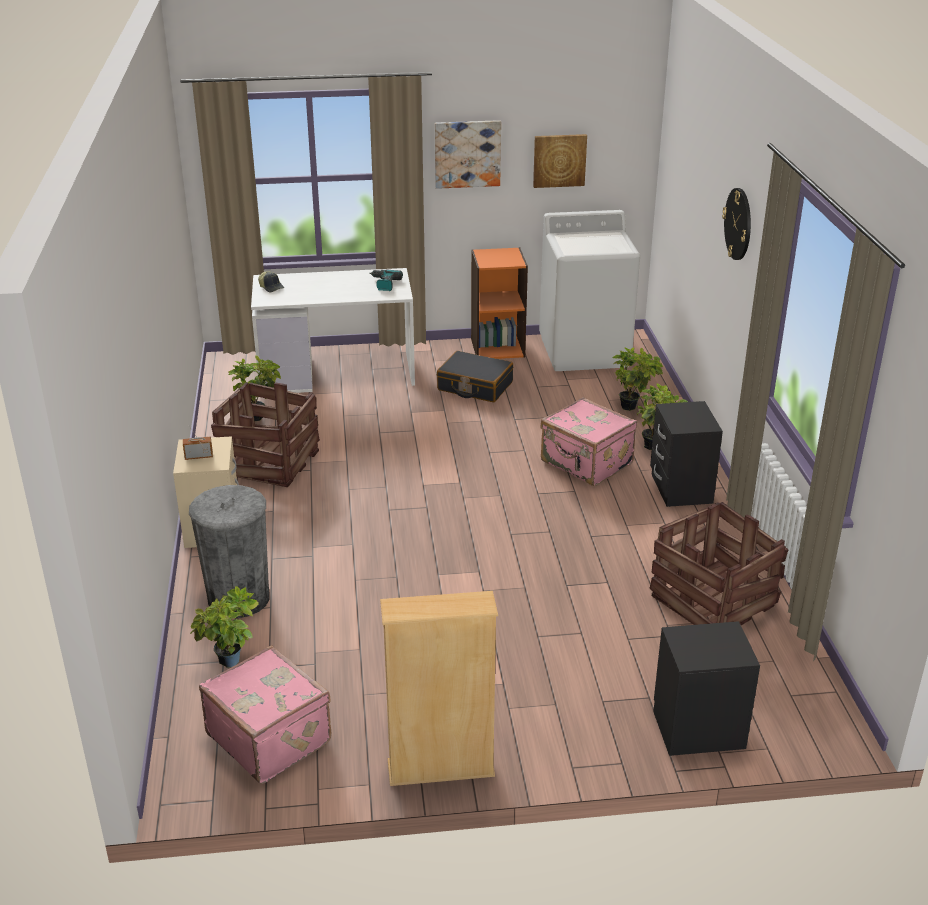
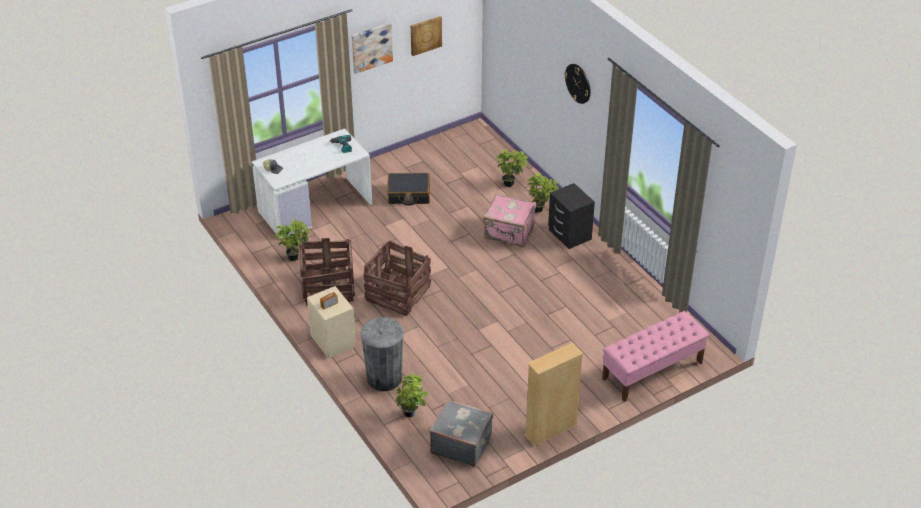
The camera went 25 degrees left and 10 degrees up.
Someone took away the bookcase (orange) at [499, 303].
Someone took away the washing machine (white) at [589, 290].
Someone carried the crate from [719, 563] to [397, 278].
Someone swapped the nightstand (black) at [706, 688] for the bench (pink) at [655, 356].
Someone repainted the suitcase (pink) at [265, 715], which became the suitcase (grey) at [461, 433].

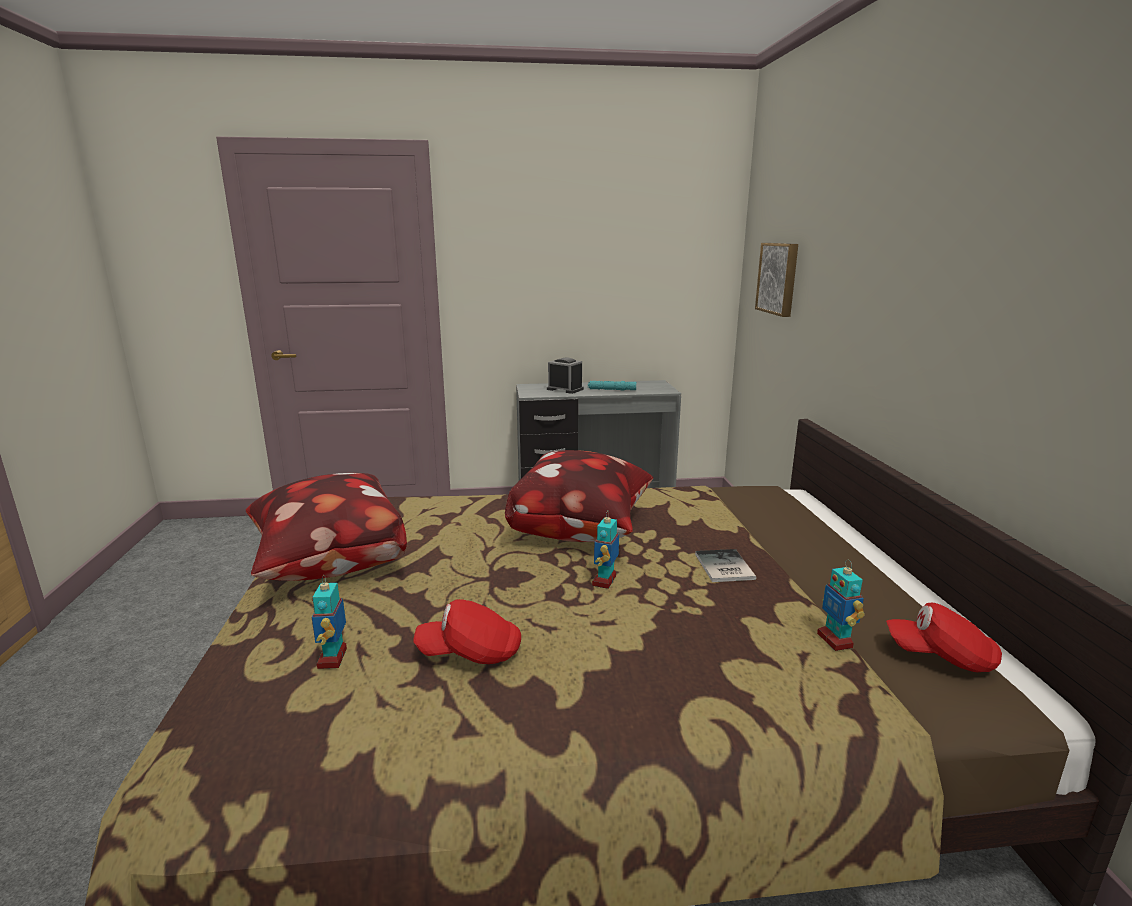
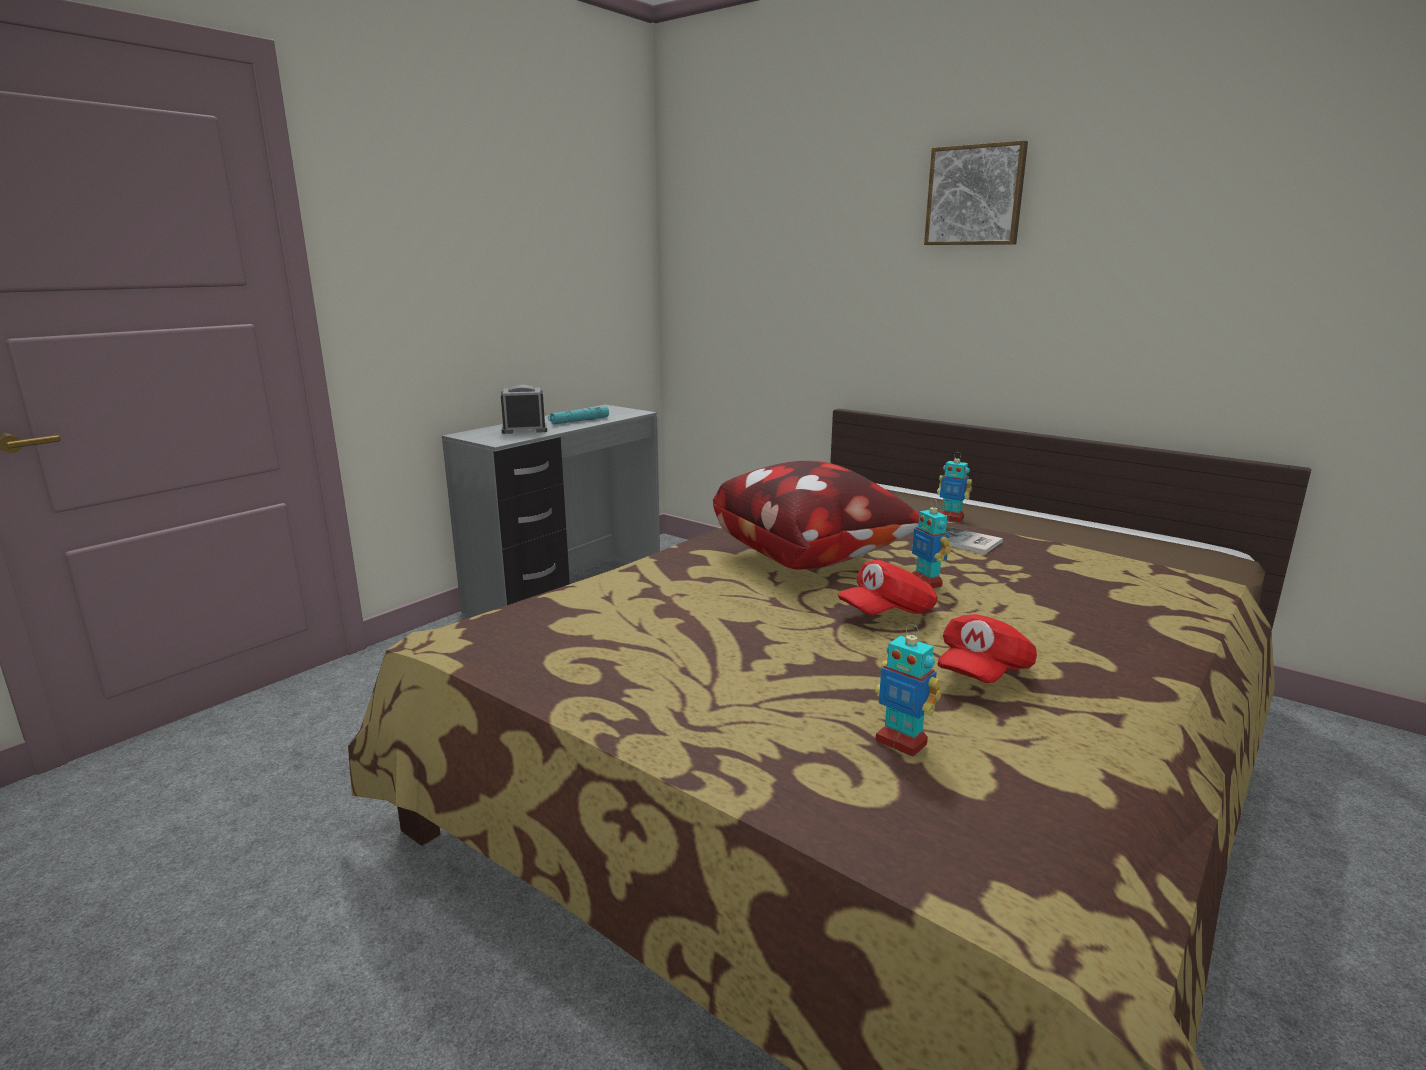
The camera went 45 degrees left and 0 degrees up.
Someone took away the pillow at [326, 527].
Someone carried the picture from [776, 280] to [976, 192].
Someone carried the toy robot from [841, 605] to [954, 487].
Someone carried the cap (red) from [944, 637] to [888, 587].

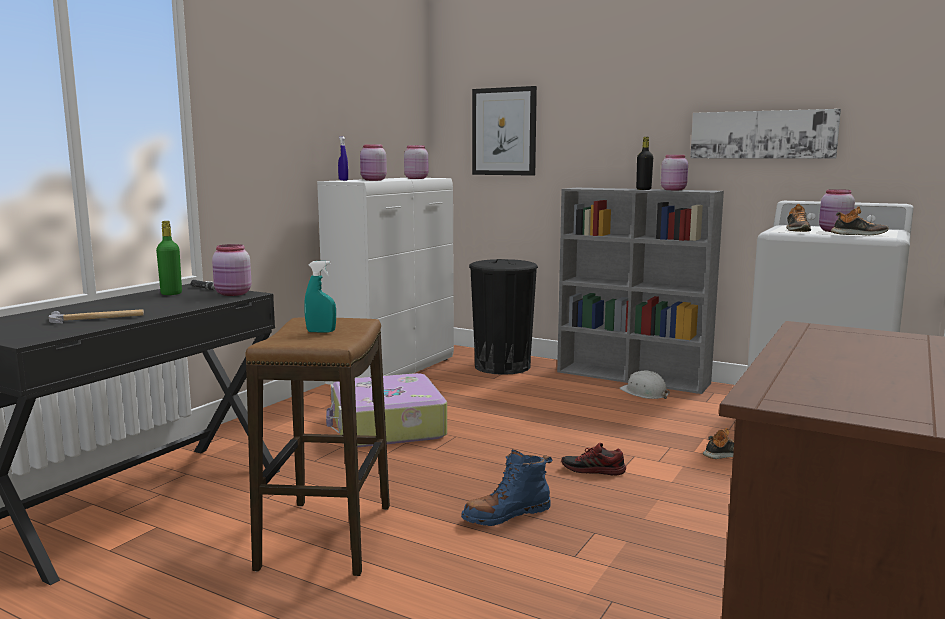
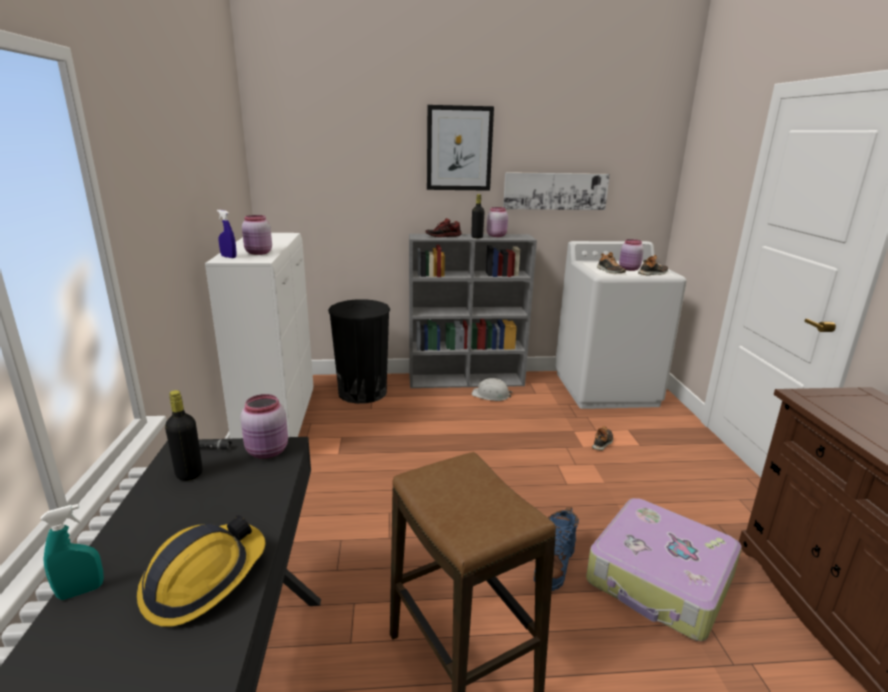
The camera went 35 degrees left and 10 degrees up.
Someone took away the jar (pink) at [416, 162].
Someone carried the spray bottle (turquoise) from [320, 297] to [72, 552].
Someone carried the suitcase from [386, 410] to [664, 569].
Someone carried the picture from [504, 131] to [460, 148].
Someone carried the shoe from [593, 459] to [443, 227].
Someone swapped the hammer at [96, 316] for the hard hat at [201, 571].
Someone repainted the bottle (green) at [169, 258], which became the bottle (black) at [184, 435].

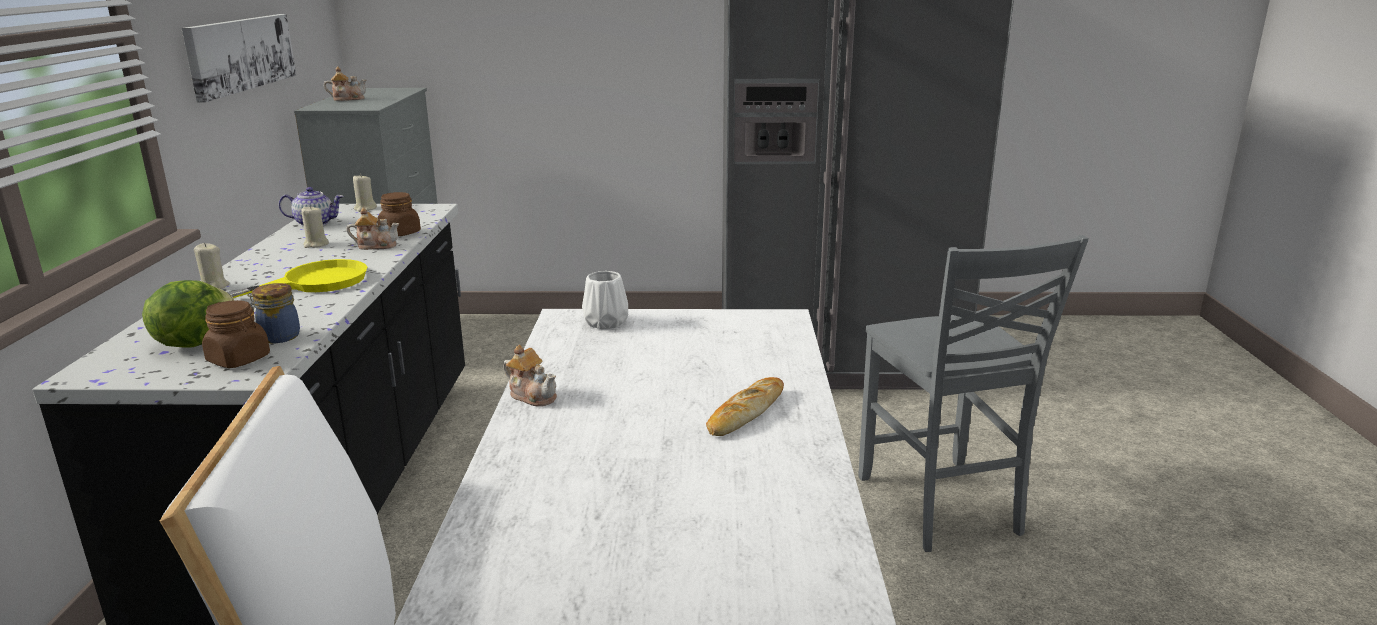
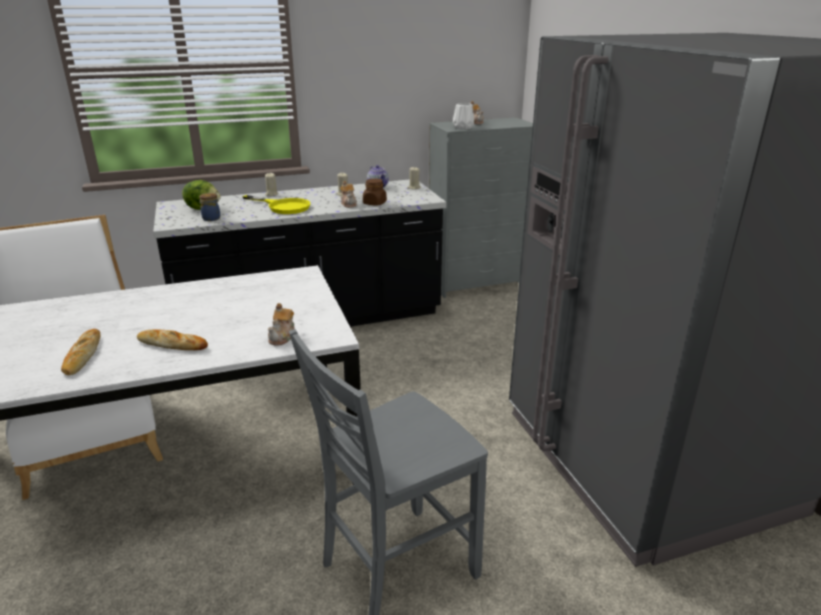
The camera went 70 degrees right and 5 degrees up.
Someone took away the picture at [238, 58].
Someone took away the jar (brown) at [236, 334].
Someone put down the bread at [80, 352].
Someone carried the teapot from [530, 376] to [281, 324].
Someone carried the vase (white) from [605, 300] to [463, 116].

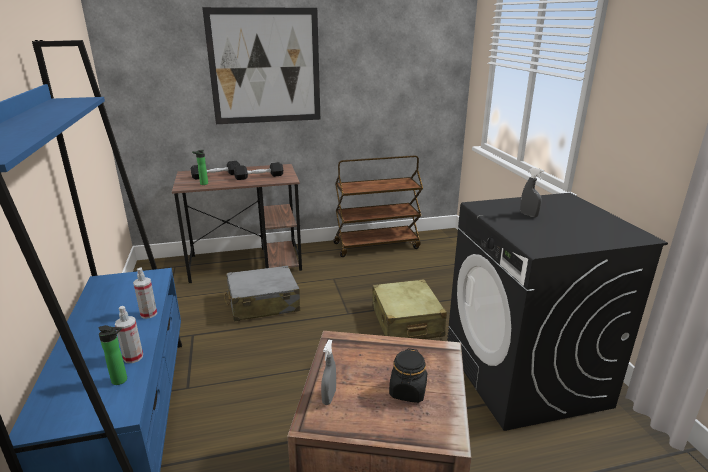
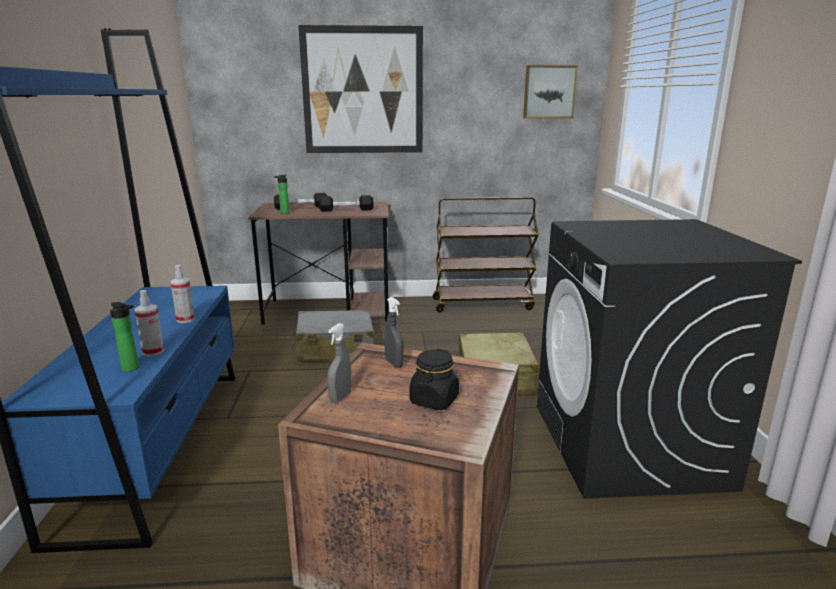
The camera went 10 degrees right and 5 degrees down.
Someone put up the picture at [550, 92].
Someone carried the spray bottle (grey) from [532, 192] to [394, 332].

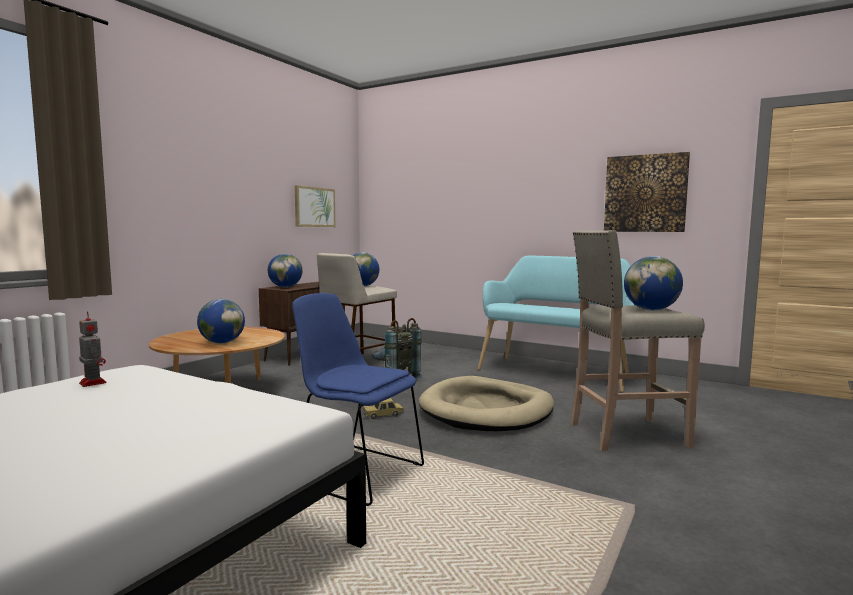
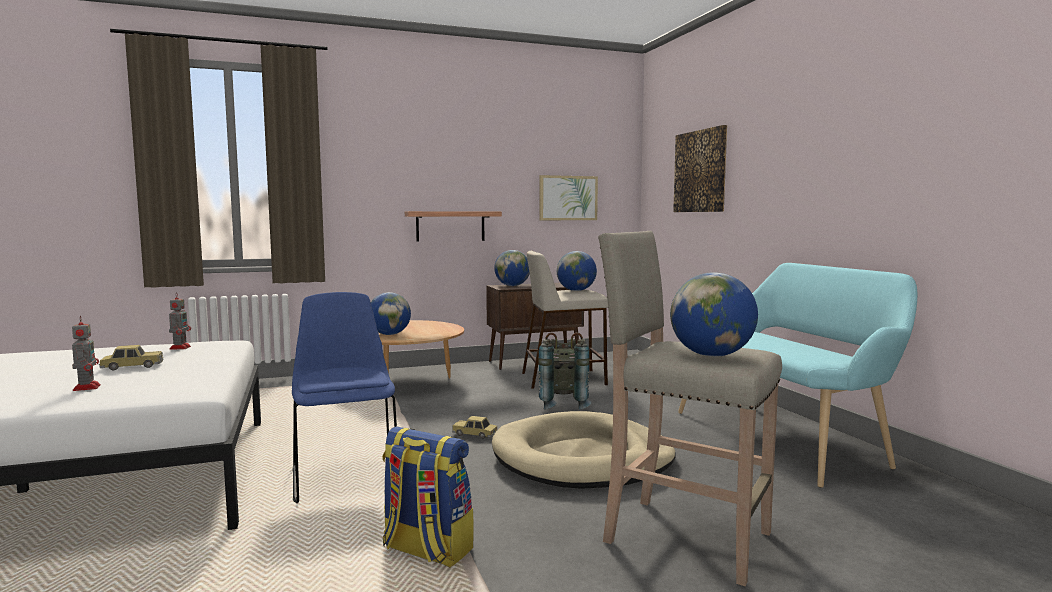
The camera went 40 degrees right and 0 degrees up.
Someone put down the toy robot at [86, 353].
Someone put down the toy car at [131, 357].
Someone put down the backpack at [427, 497].
Someone put up the shelf at [453, 226].
Someone carried the picture from [647, 192] to [700, 168].

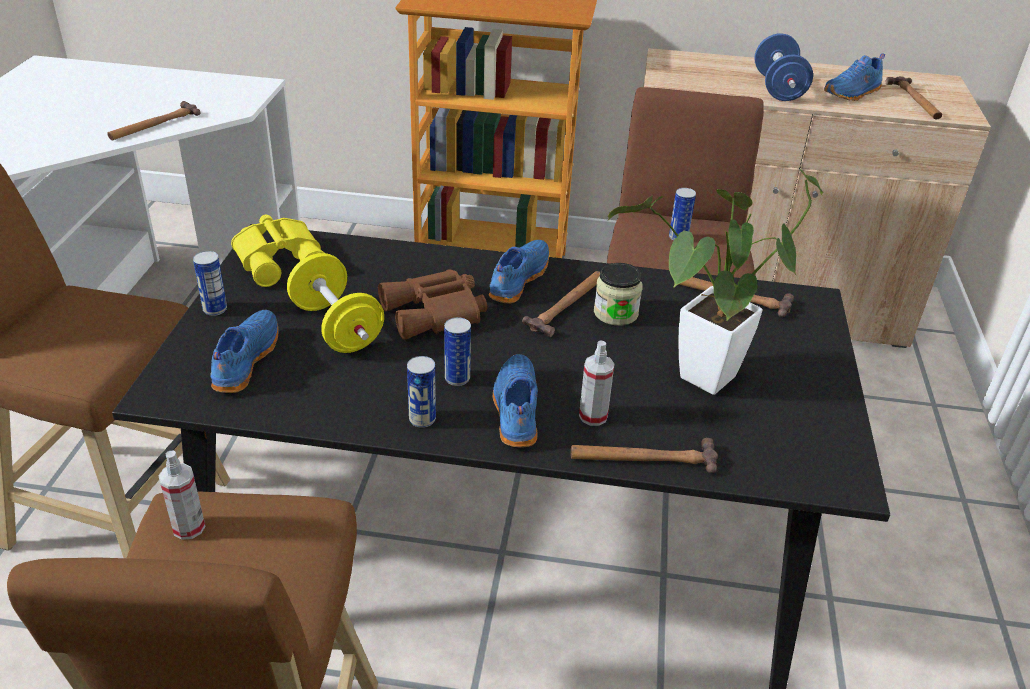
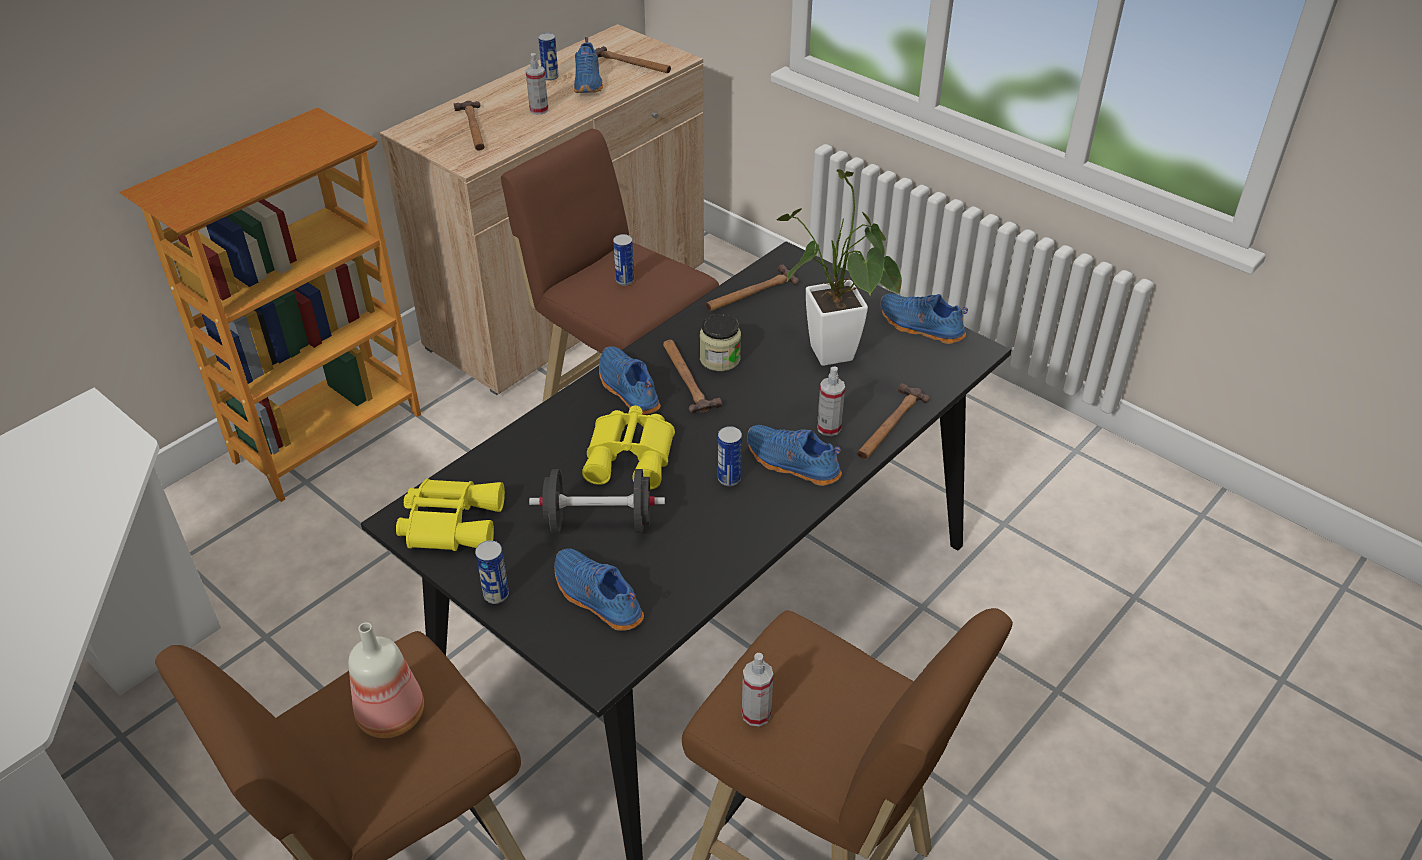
The camera went 55 degrees left and 5 degrees up.
Someone put down the bottle at [386, 680].
Someone put down the shoe (blue) at [924, 318].
Someone carried the hammer from [154, 120] to [469, 126].
Someone carried the can from [421, 392] to [548, 57].
Someone swapped the dumbbell (blue) at [783, 67] for the spray bottle at [537, 84].
Someone repainted the dumbbell (yellow) at [335, 303], which became the dumbbell (black) at [597, 501].
Someone repainted the binoculars (brown) at [432, 304], which became the binoculars (yellow) at [628, 447].

